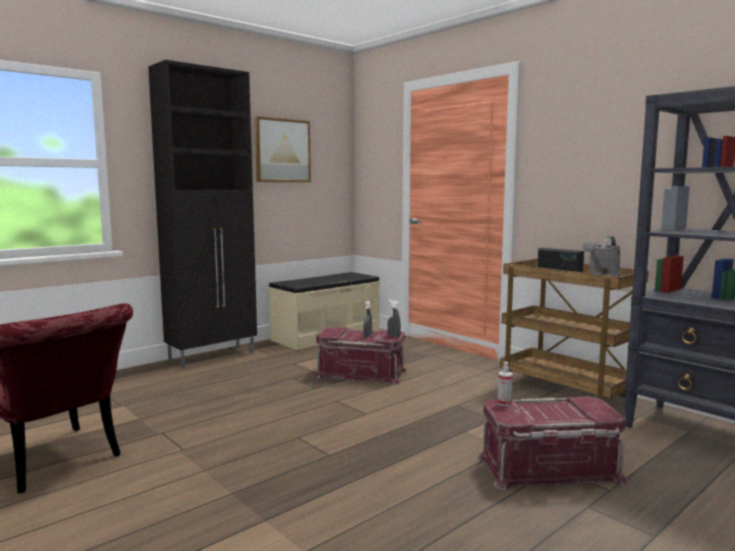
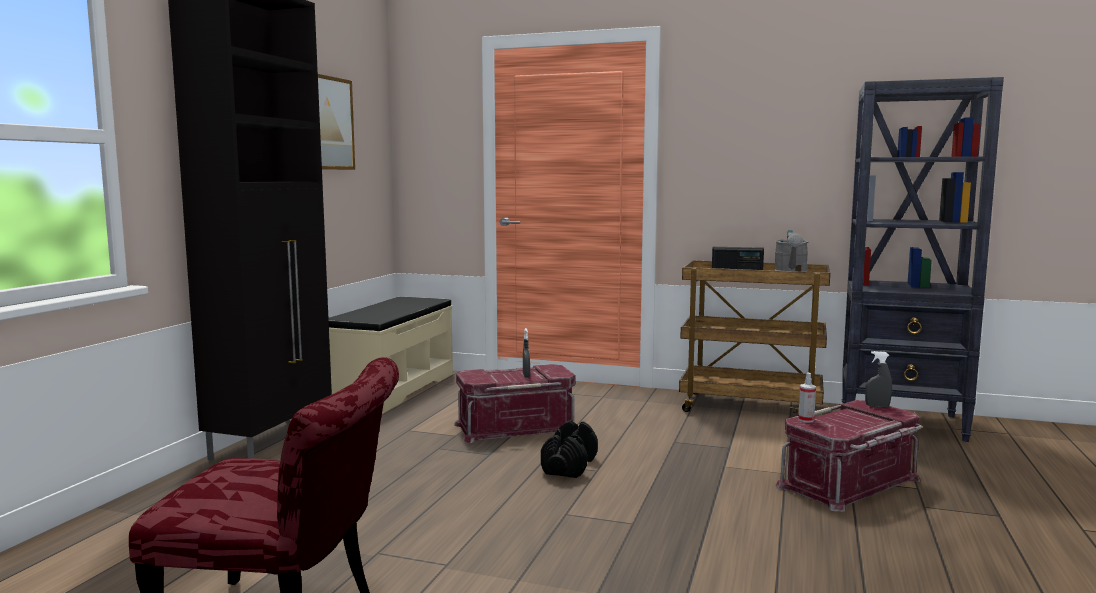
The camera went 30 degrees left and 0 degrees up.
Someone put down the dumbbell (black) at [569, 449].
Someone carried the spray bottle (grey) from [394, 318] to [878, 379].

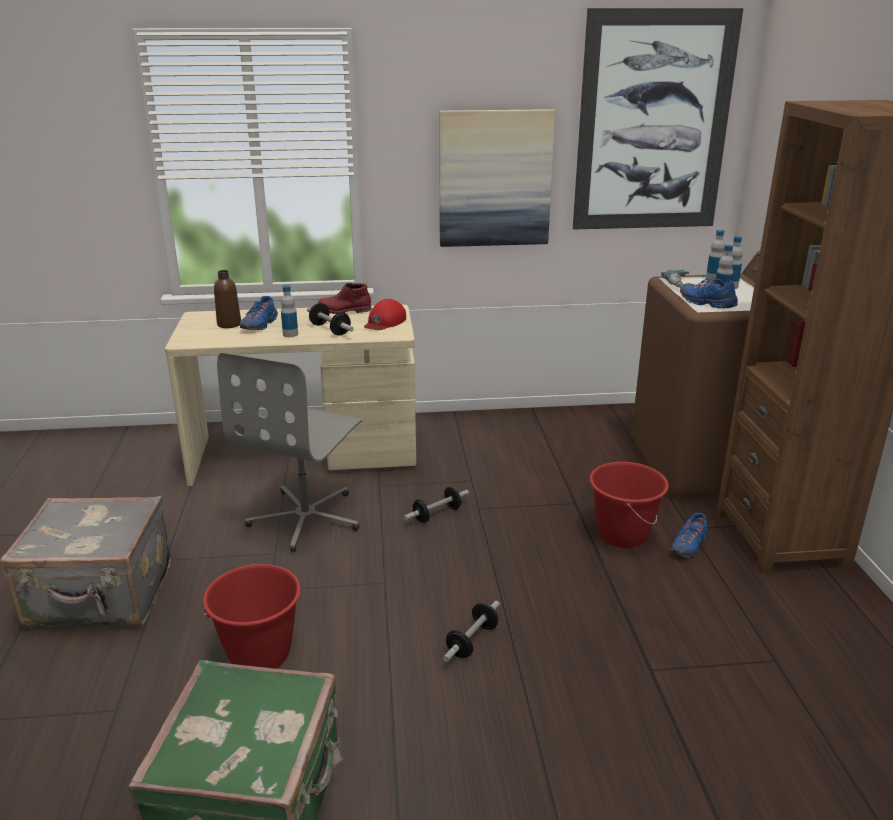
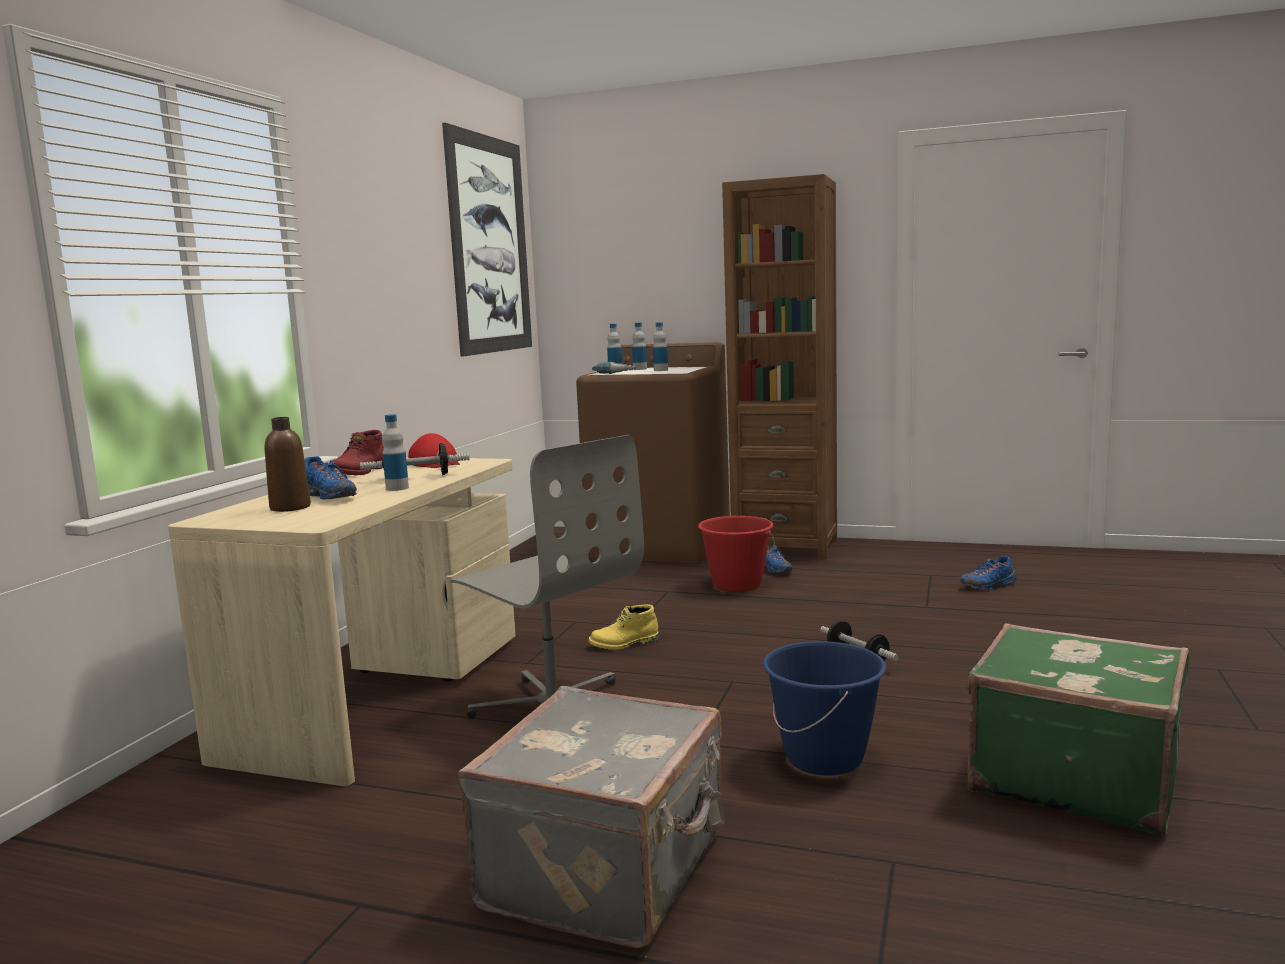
The camera went 65 degrees left and 15 degrees down.
Someone took away the picture at [497, 178].
Someone carried the shoe (blue) from [709, 293] to [988, 573].
Someone swapped the dumbbell at [436, 505] for the boot (yellow) at [624, 627].
Someone repainted the bucket (red) at [251, 616], which became the bucket (blue) at [825, 708].

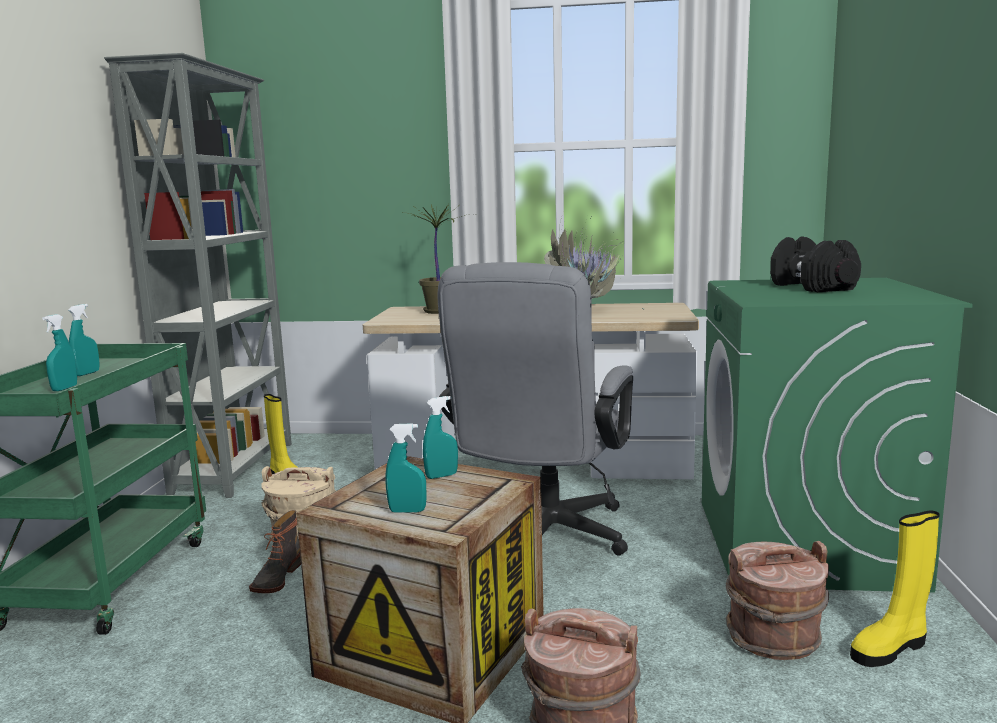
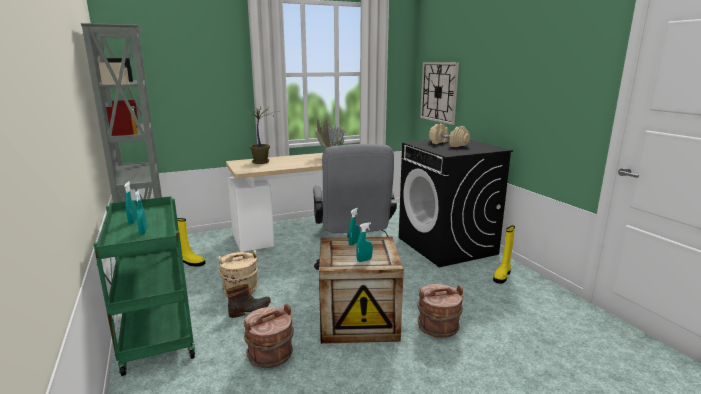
The camera went 30 degrees left and 5 degrees up.
Someone put up the wall clock at [439, 93].
Someone carried the bucket (brown) from [777, 600] to [268, 336].
Someone repainted the washing machine (green) at [837, 435], which became the washing machine (black) at [456, 203].
Someone repainted the dumbbell (black) at [815, 264], which became the dumbbell (beige) at [449, 135].
Someone rotated the boot at [275, 551] by 105 degrees counterclockwise.

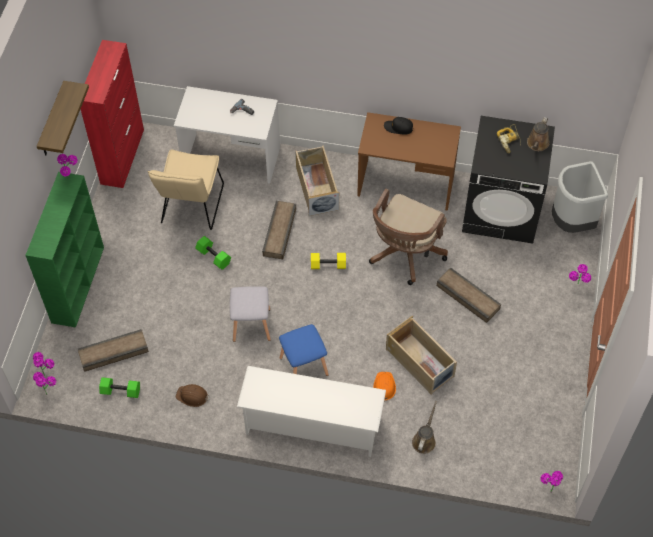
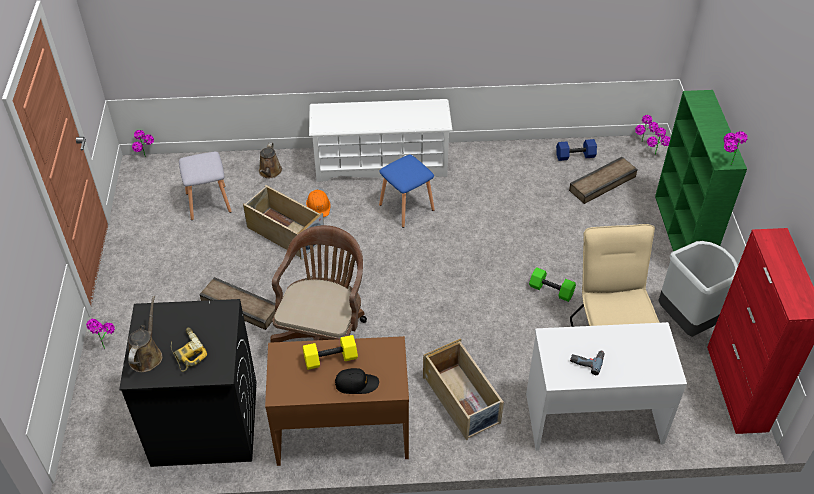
The camera went 165 degrees right and 10 degrees down.
Someone took away the shelf at [63, 118].
Someone took away the hard hat (brown) at [193, 395].
Someone took away the crate at [279, 230].
Someone carried the stool (grey) from [250, 314] to [205, 186].
Someone carried the dumbbell (yellow) from [328, 261] to [330, 352].
Someone carried the trash can (grey) from [580, 197] to [698, 289].
Someone repainted the dumbbell (green) at [119, 387], which became the dumbbell (blue) at [576, 150].

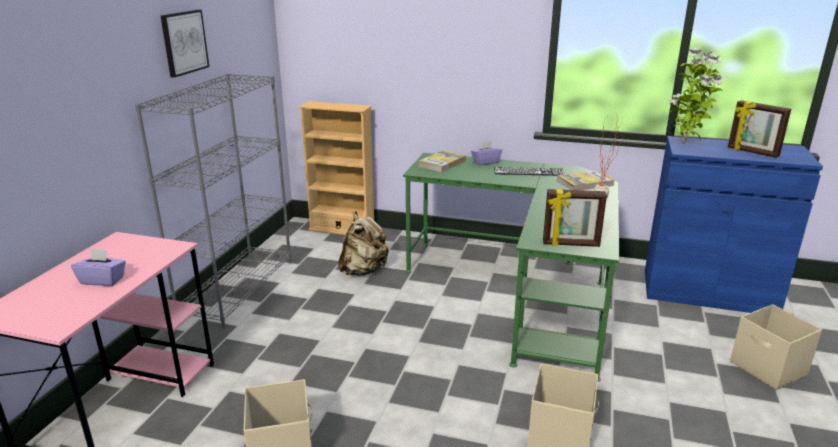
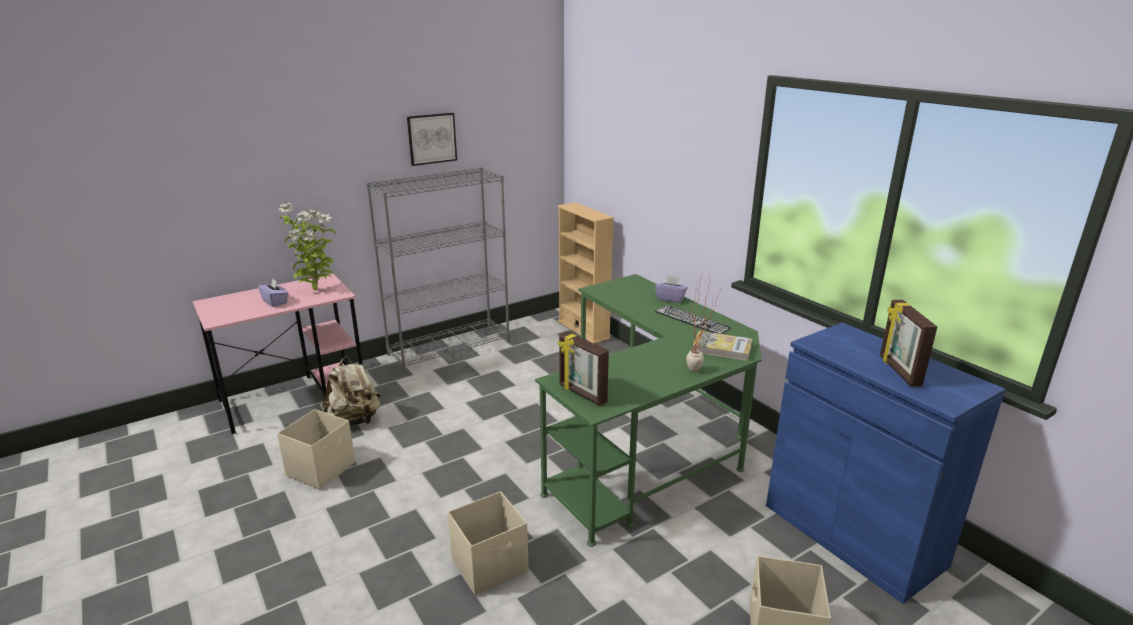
The camera went 40 degrees right and 0 degrees up.
Someone took away the book at [442, 161].
Someone carried the backpack (beige) from [363, 244] to [351, 391].
Someone carried the potted plant from [697, 95] to [307, 247].

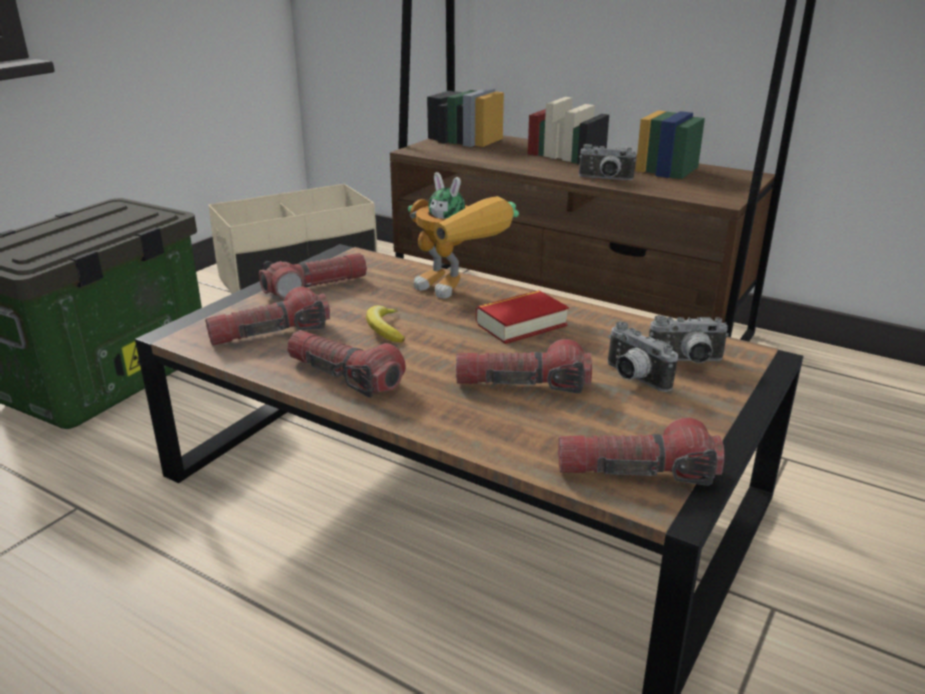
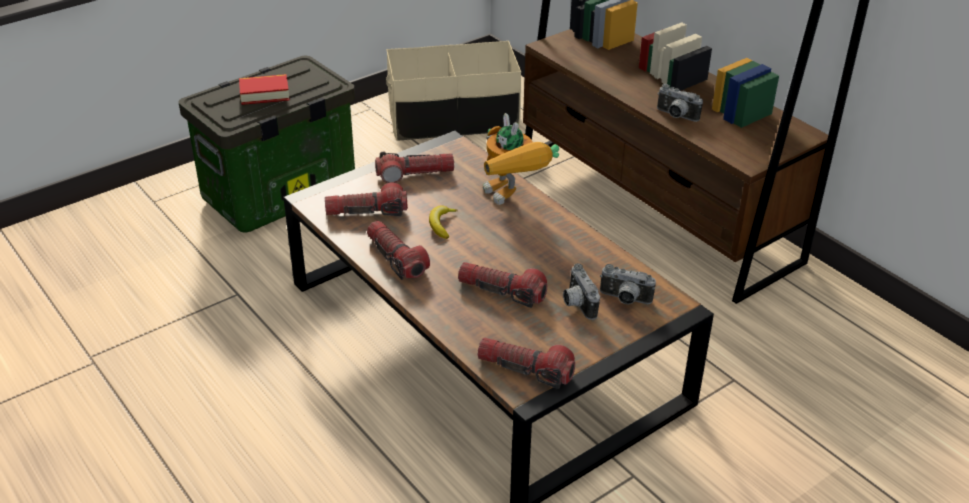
The camera went 20 degrees right and 10 degrees up.
Someone carried the book from [522, 317] to [264, 89].

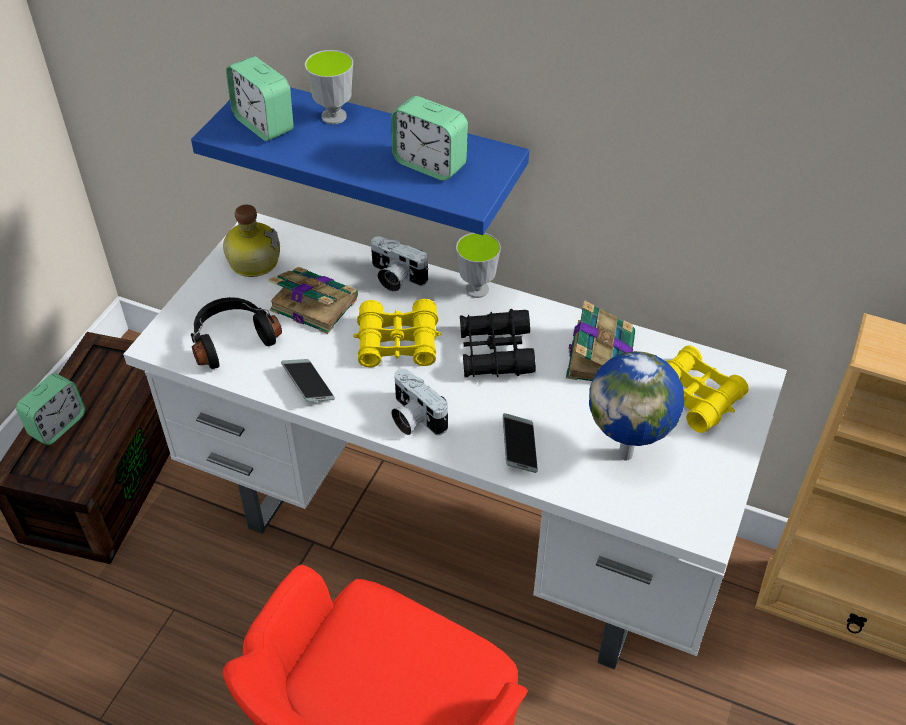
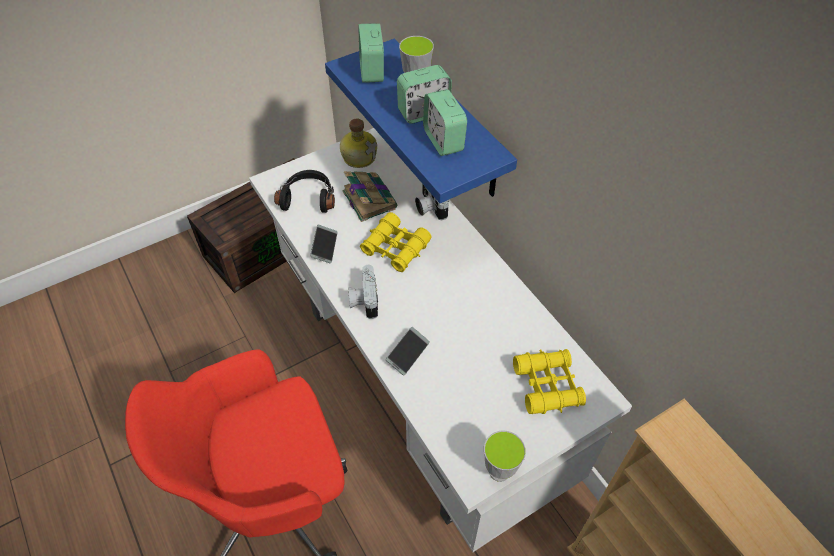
The camera went 35 degrees right and 5 degrees up.
Someone took away the binoculars (black) at [498, 343].
Someone took away the book at [600, 340].
Someone took away the globe at [636, 406].
Someone carried the alarm clock from [50, 409] to [424, 94].
Someone carried the cup from [478, 265] to [505, 456].

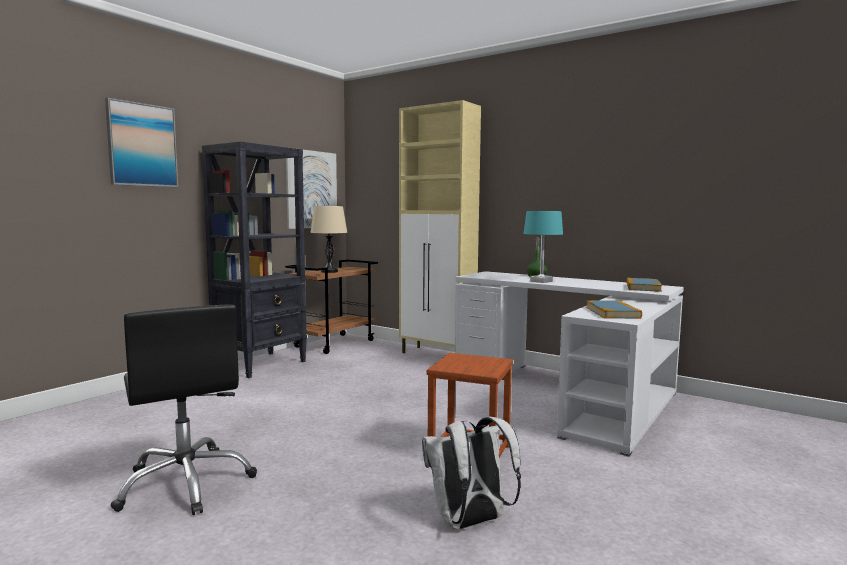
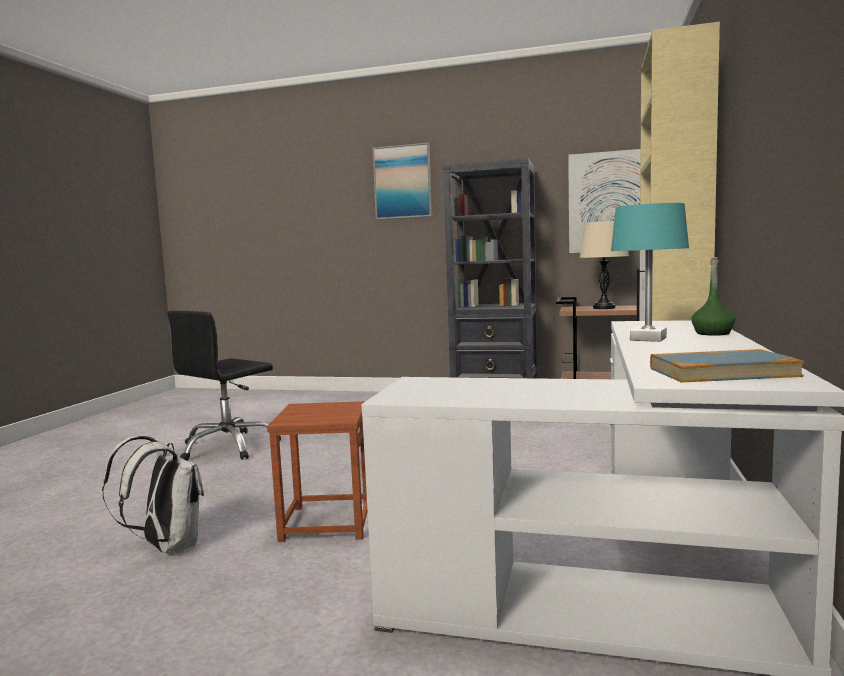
The camera went 70 degrees right and 0 degrees up.
Someone took away the book at [614, 309].

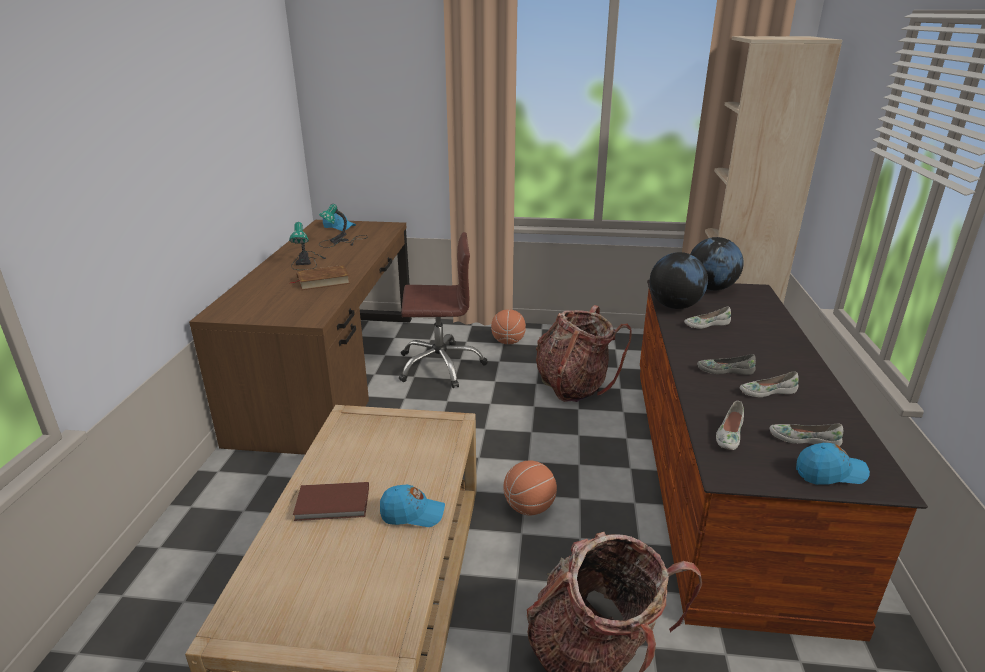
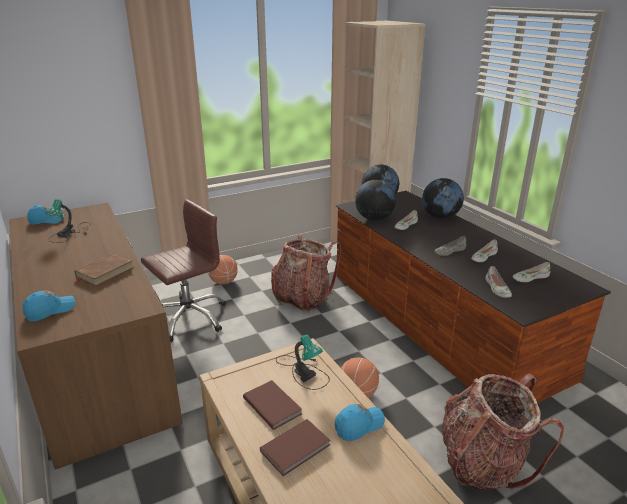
The camera went 35 degrees left and 0 degrees up.
Someone put down the book (brown) at [272, 405].
Someone put down the globe at [443, 198].
Someone carried the table lamp from [307, 246] to [303, 362].
Someone carried the cap (blue) from [833, 464] to [49, 305].

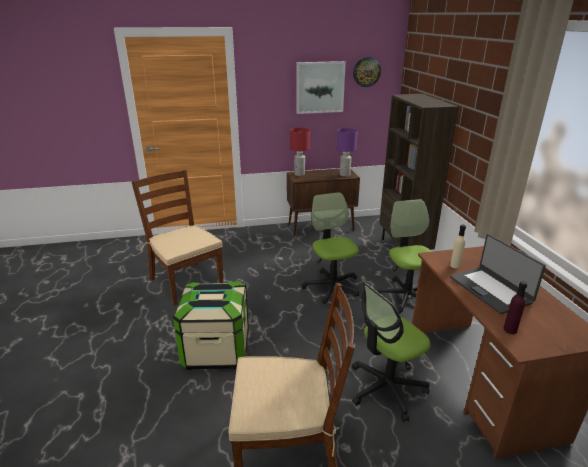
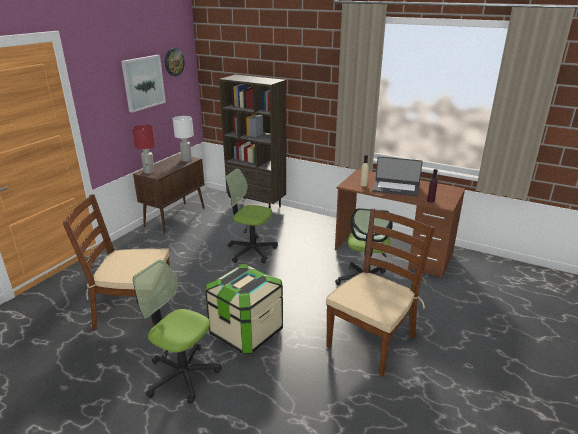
The camera went 50 degrees left and 0 degrees up.
Someone carried the office chair from [404, 256] to [177, 331].
Someone repainted the table lamp (purple) at [347, 152], which became the table lamp (white) at [183, 139].

